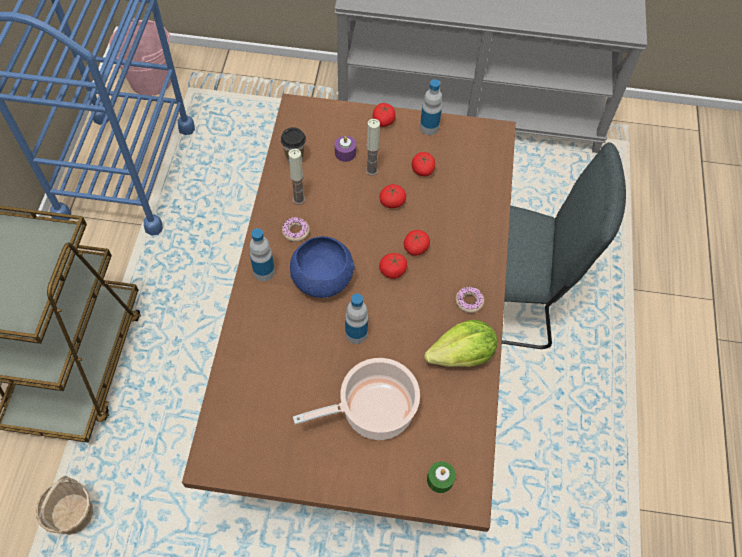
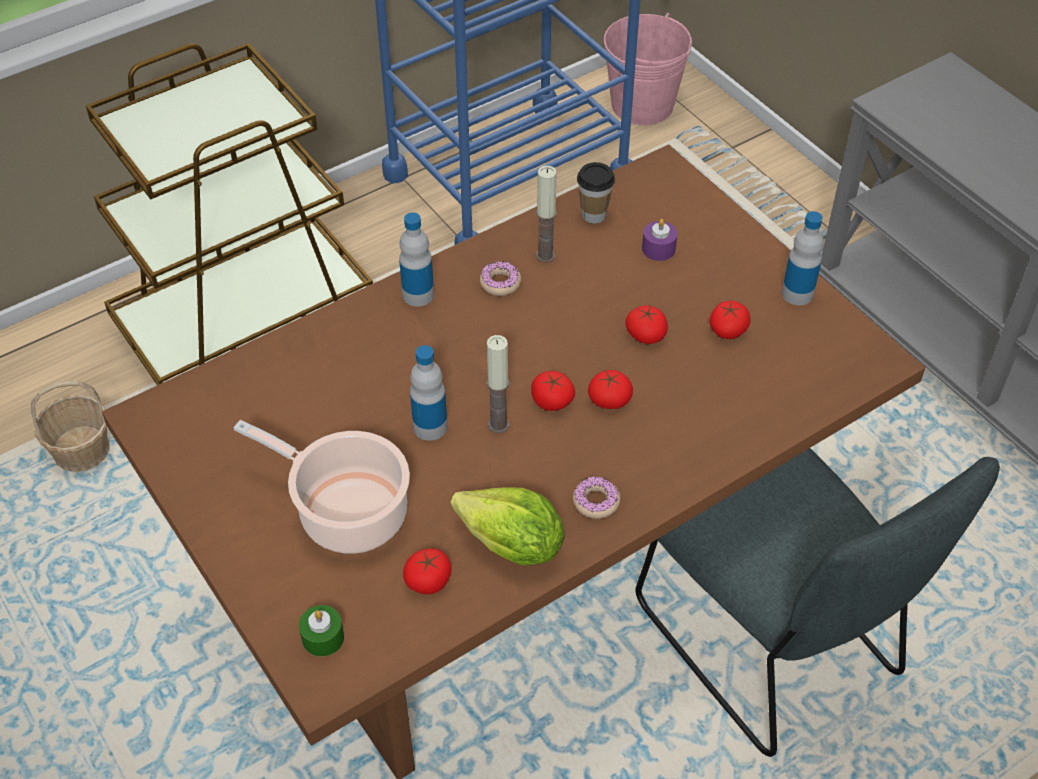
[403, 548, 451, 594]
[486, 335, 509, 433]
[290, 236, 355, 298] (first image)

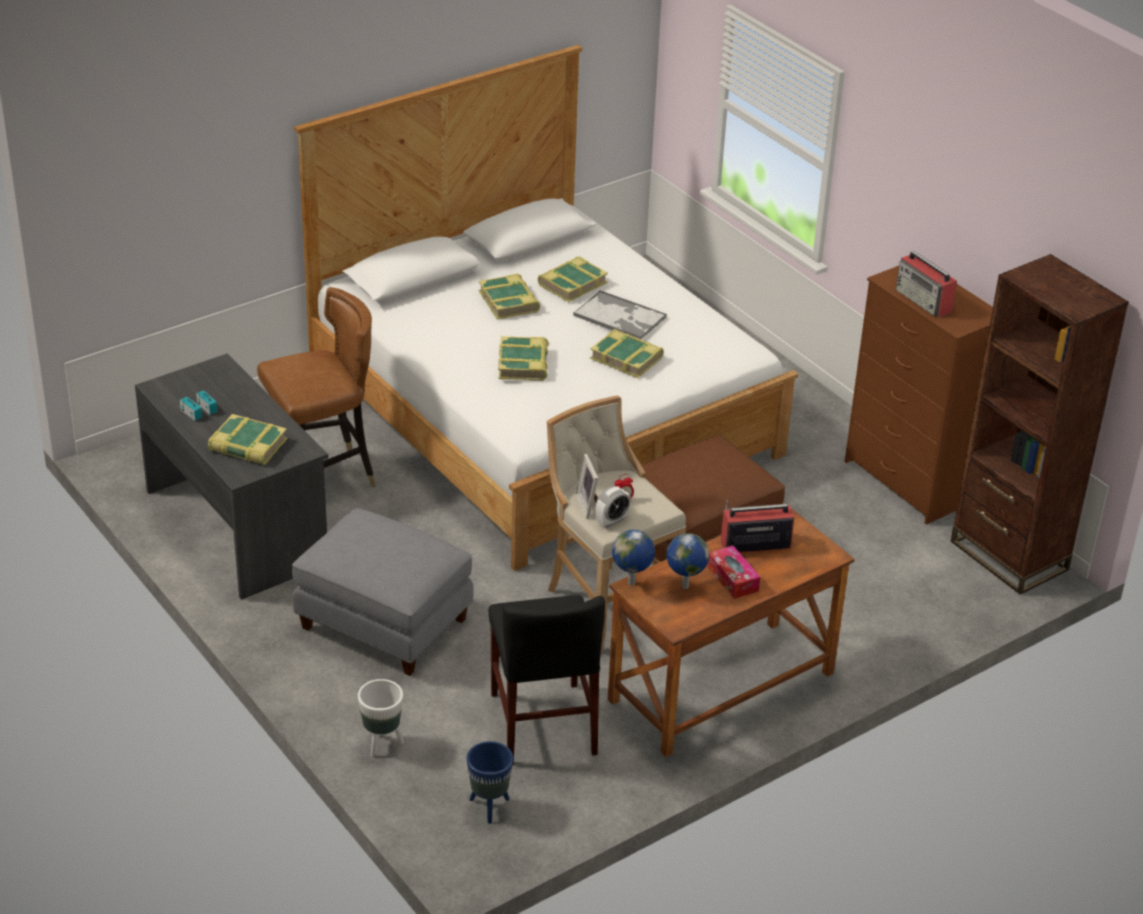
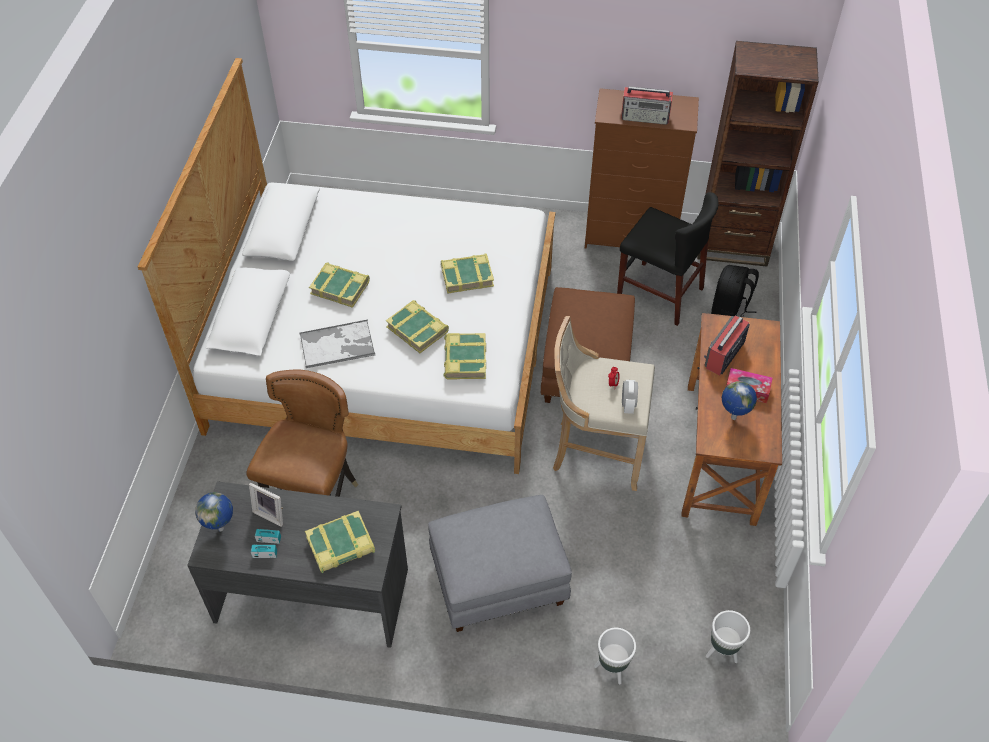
[195, 492, 233, 532]
[249, 482, 283, 527]
[299, 320, 375, 368]
[443, 333, 486, 380]
[617, 192, 718, 326]
[706, 610, 750, 663]
[711, 265, 759, 317]

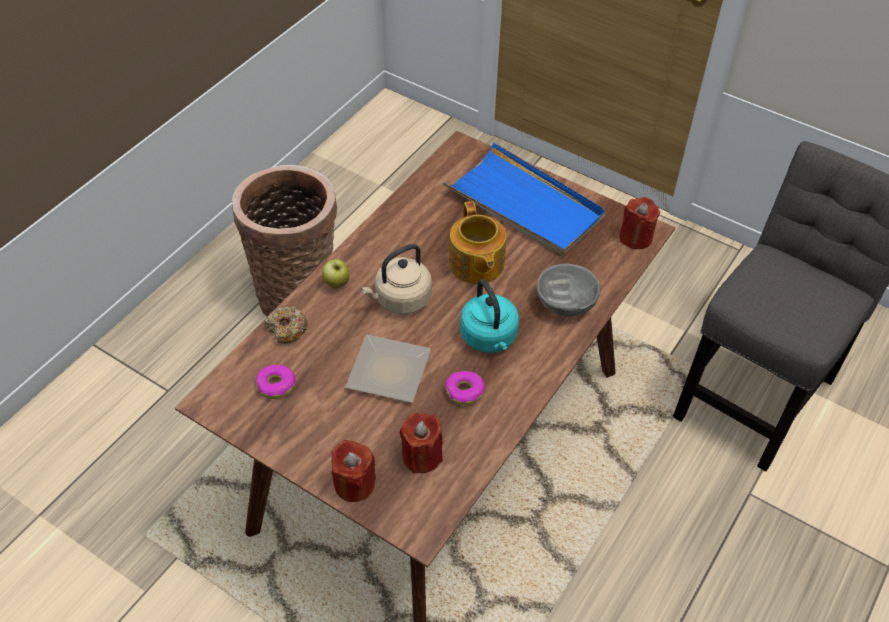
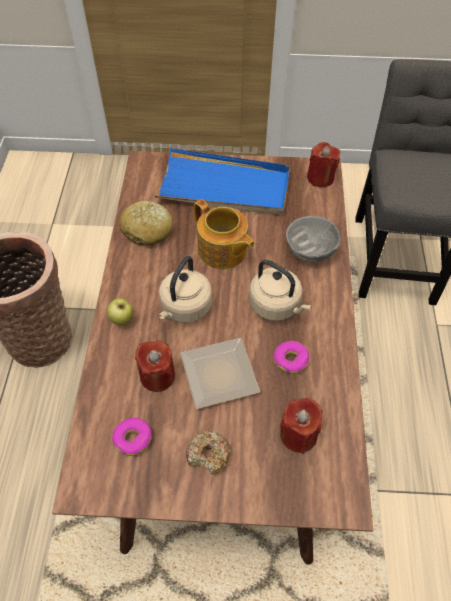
[119, 201, 173, 246]
[135, 340, 175, 392]
[186, 431, 230, 475]
[249, 260, 311, 321]

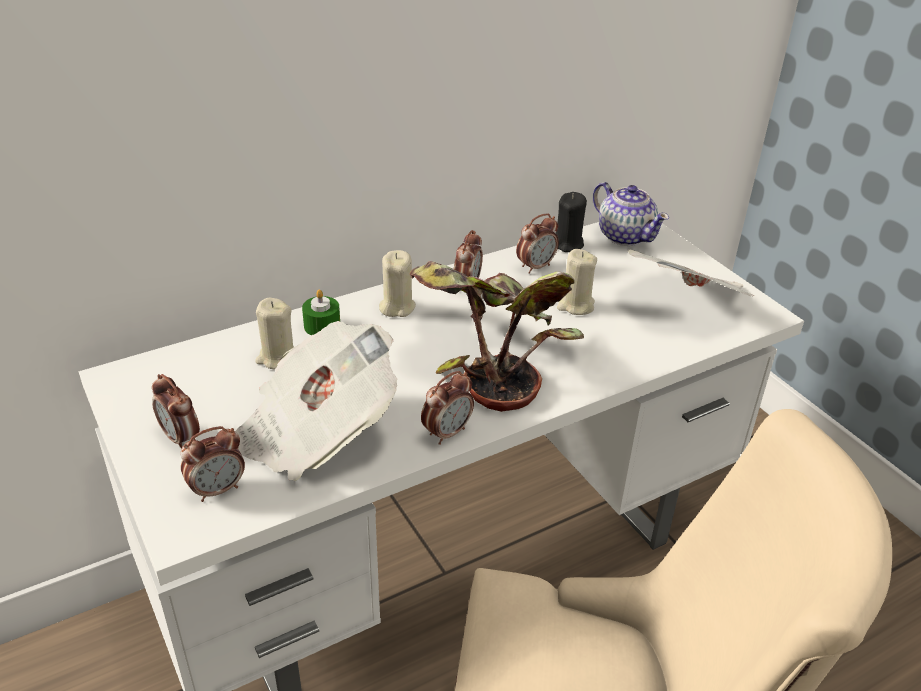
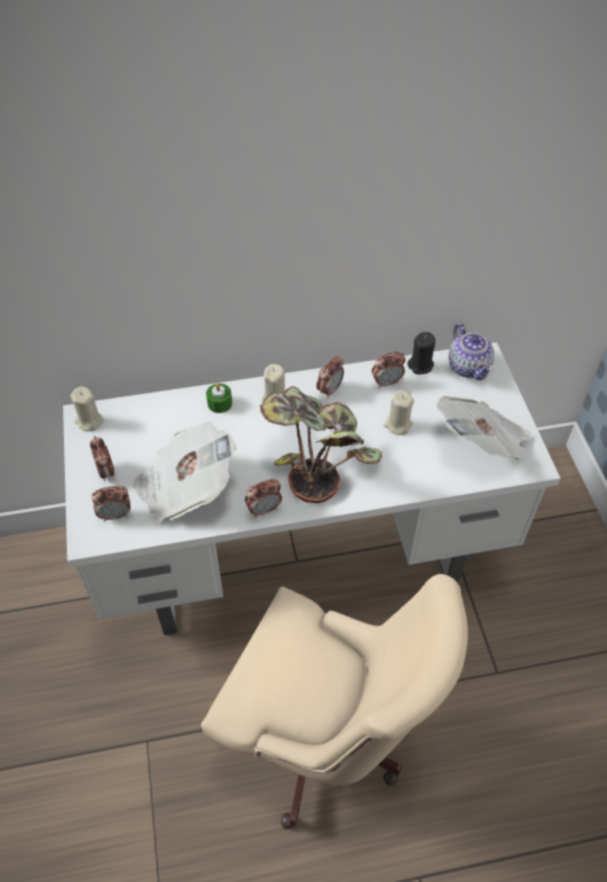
[70, 386, 104, 431]

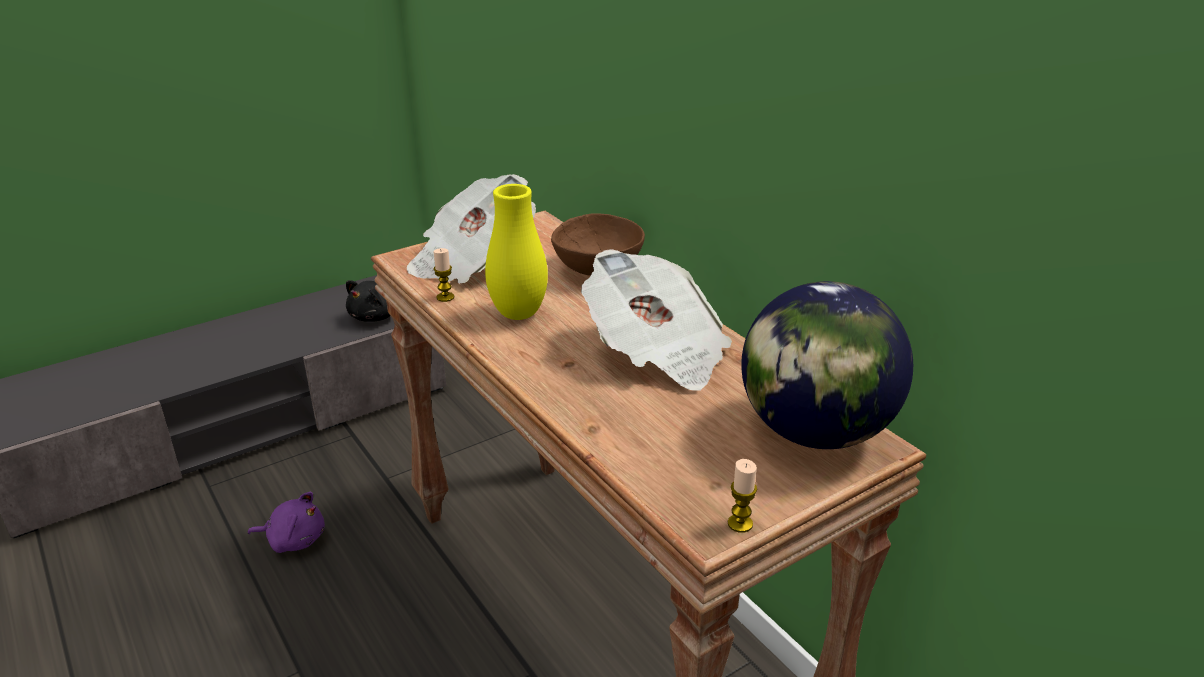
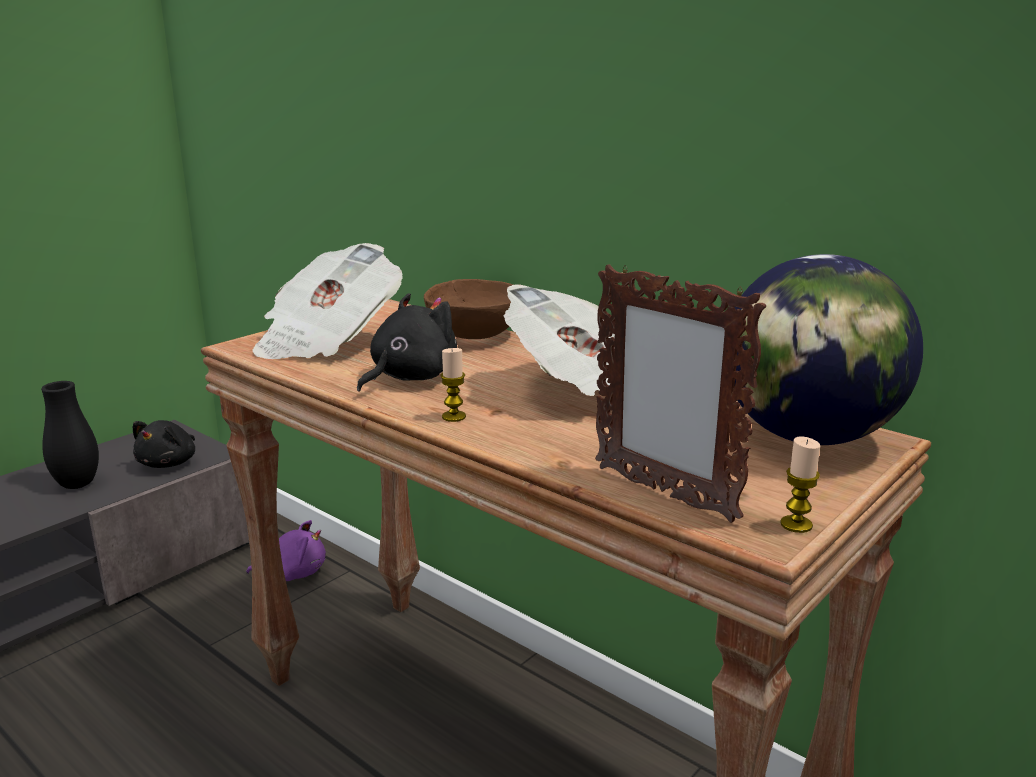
[41, 381, 99, 489]
[246, 520, 326, 581]
[357, 293, 457, 392]
[440, 348, 466, 422]
[595, 264, 766, 523]

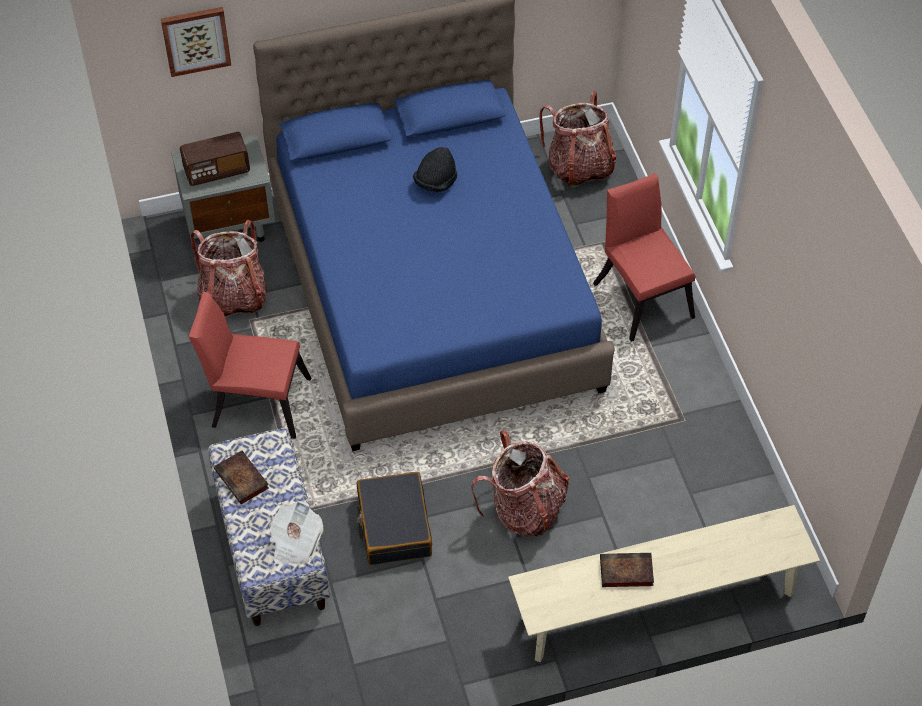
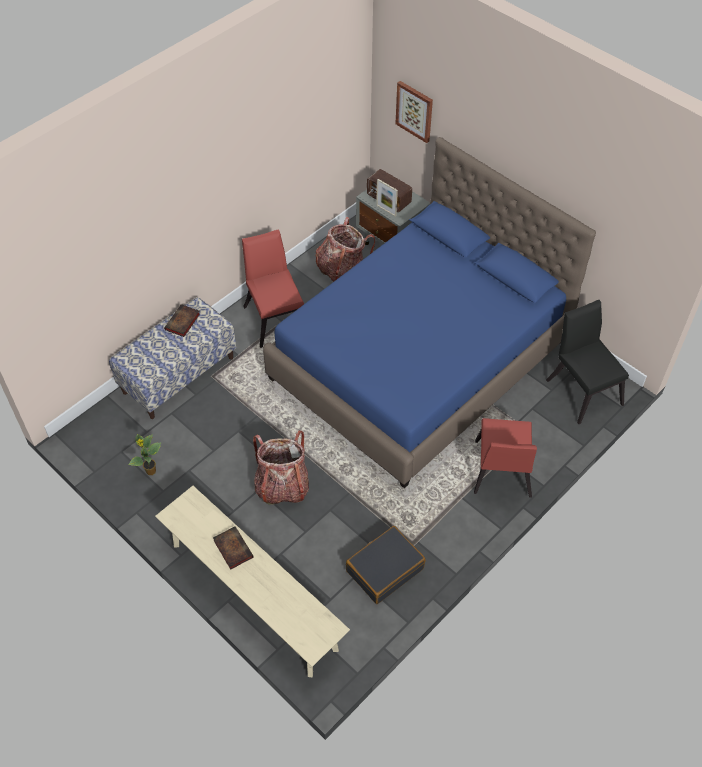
[128, 434, 161, 475]
[346, 526, 425, 604]
[376, 179, 398, 217]
[474, 418, 537, 498]
[546, 300, 629, 424]
[269, 501, 323, 565] (first image)
[413, 147, 457, 192] (first image)

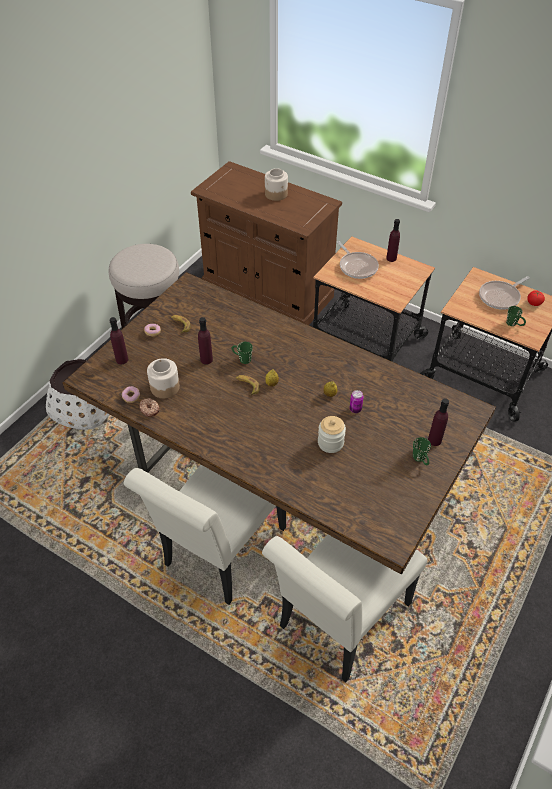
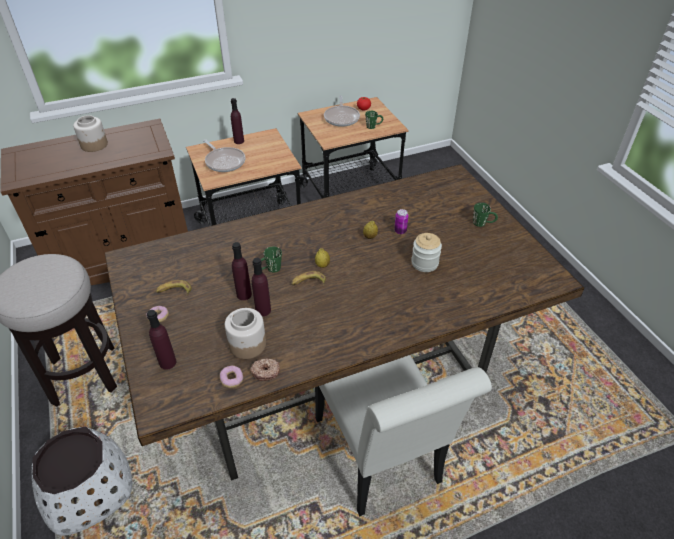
[203, 139, 245, 172]
[252, 258, 271, 316]
[262, 535, 427, 682] (first image)

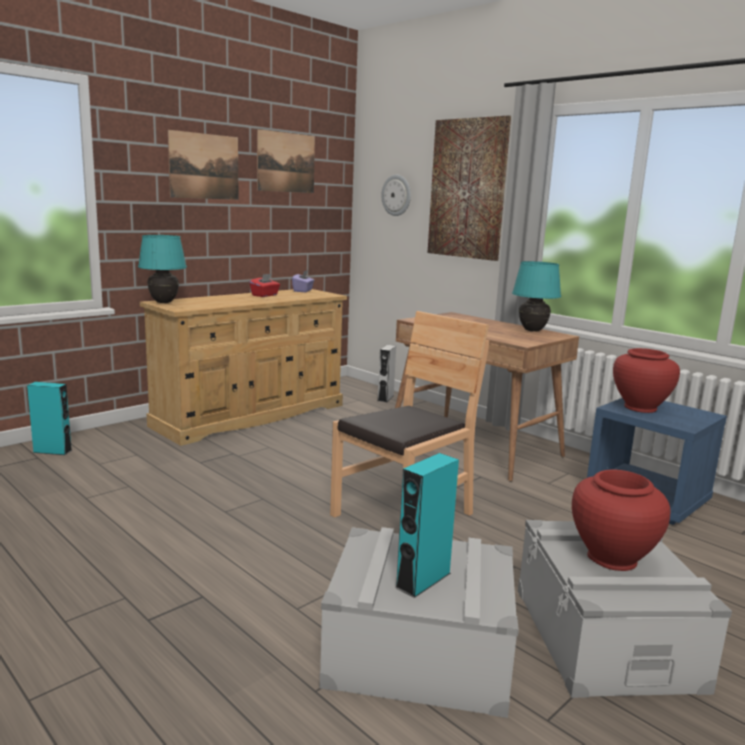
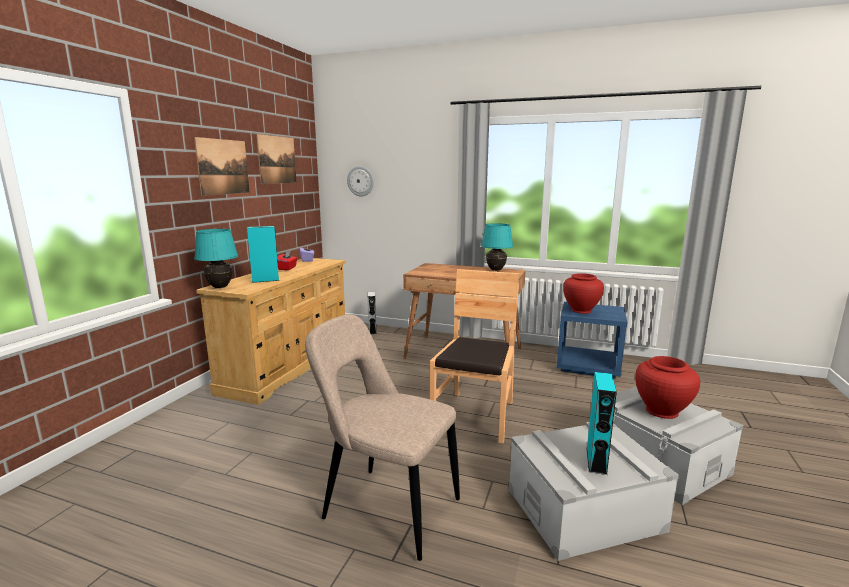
[247, 226, 279, 283]
[305, 314, 460, 561]
[428, 115, 511, 261] (first image)

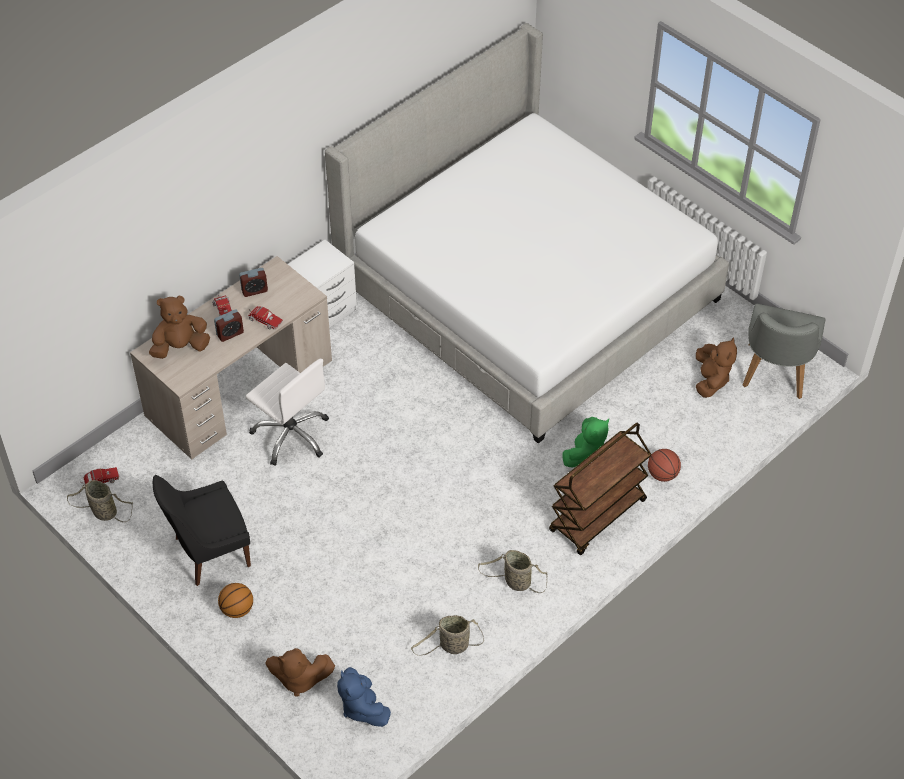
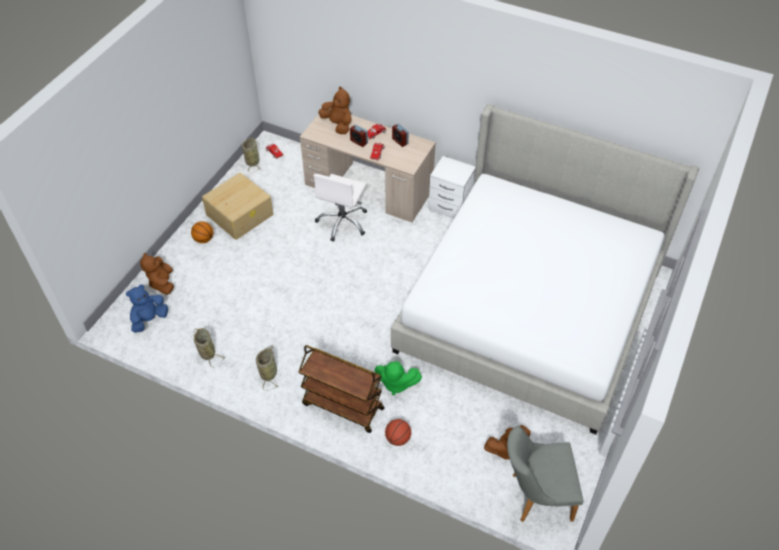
[202, 173, 273, 240]

